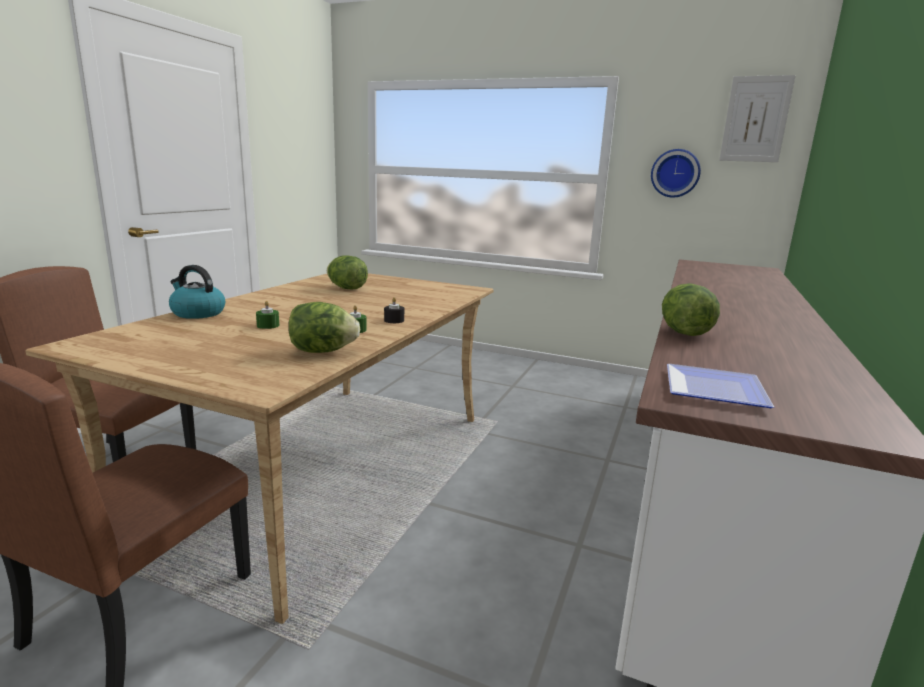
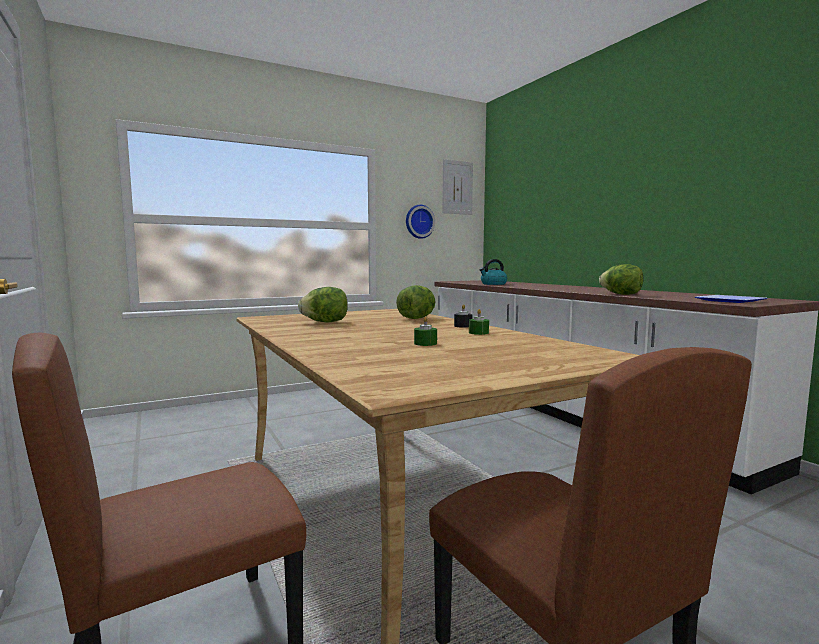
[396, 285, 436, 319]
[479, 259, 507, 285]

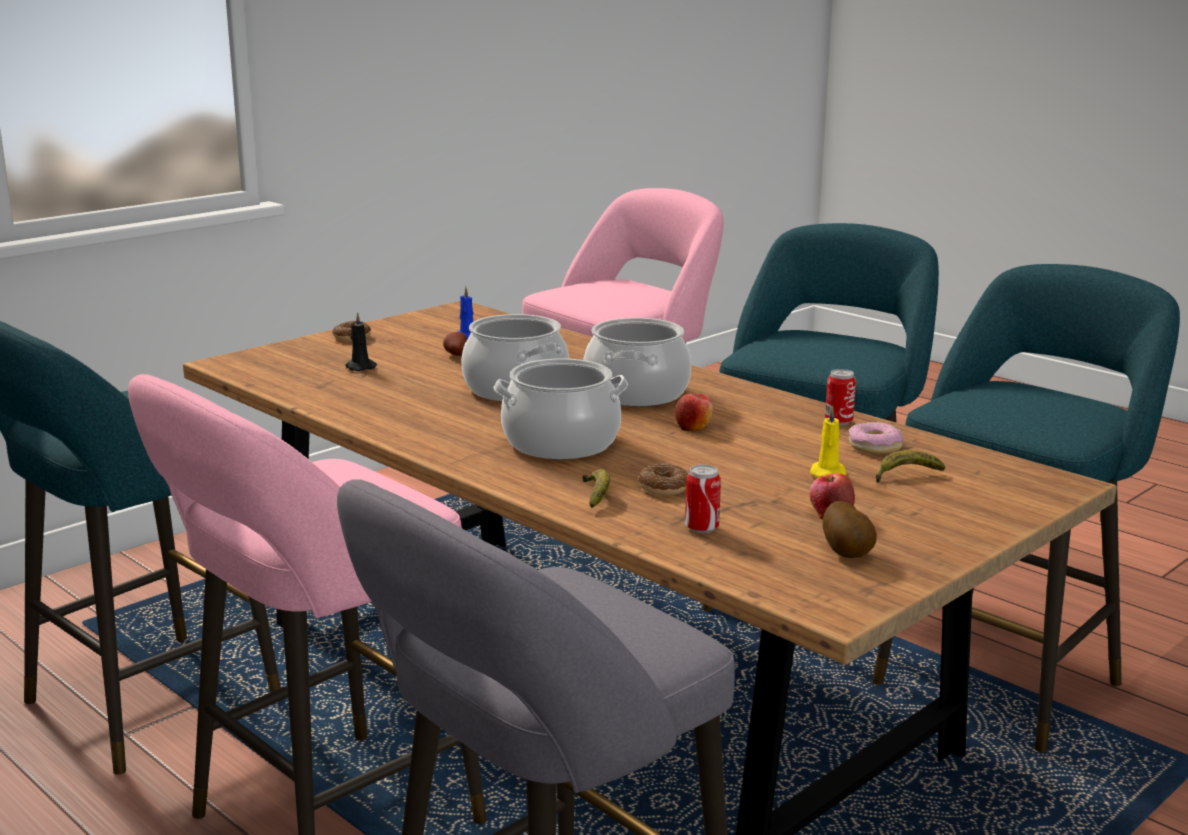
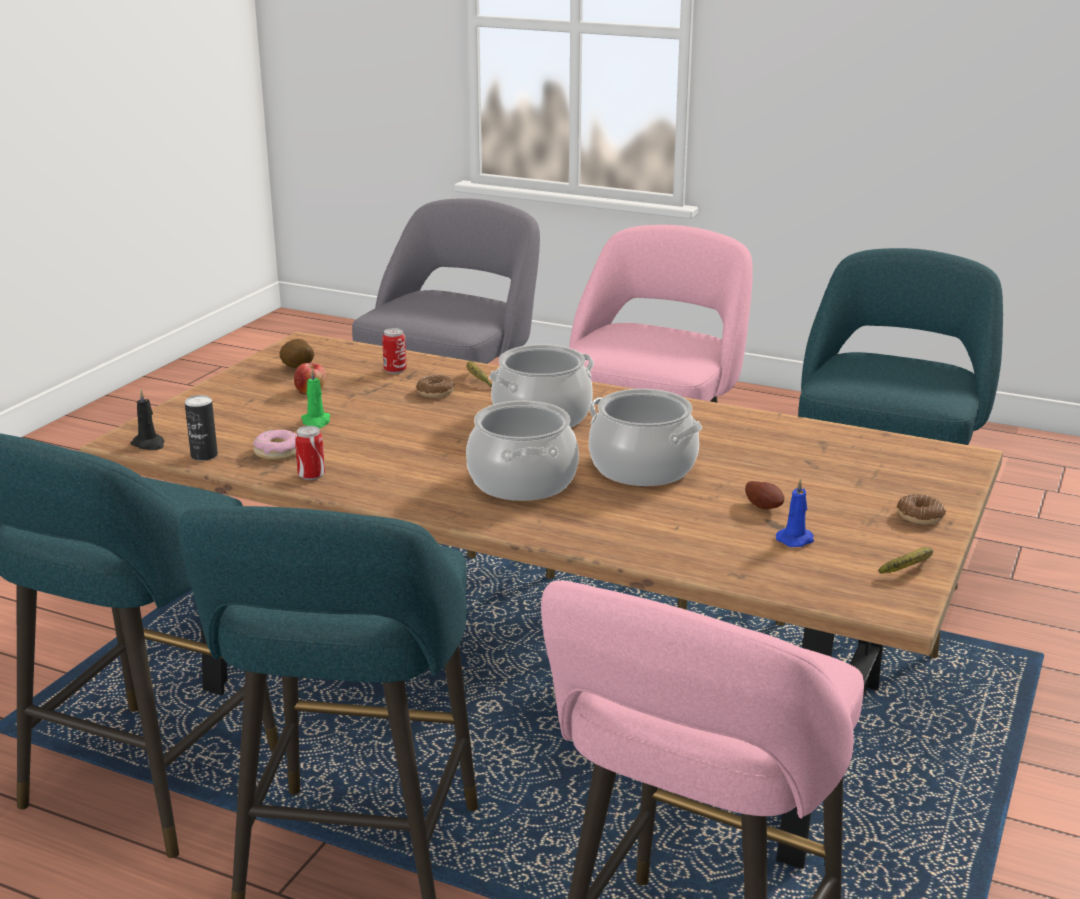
[131, 389, 164, 450]
[185, 395, 218, 461]
[301, 368, 330, 428]
[879, 547, 933, 574]
[675, 394, 714, 431] (first image)

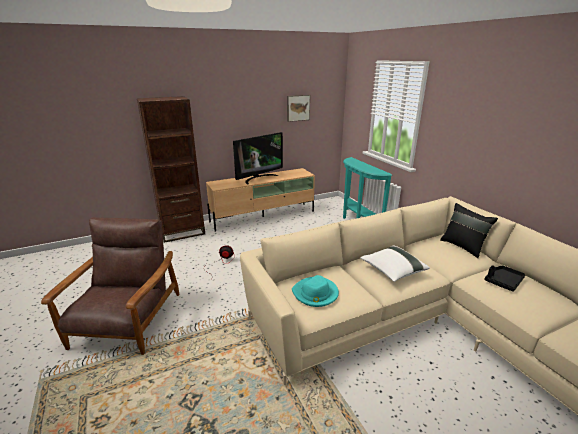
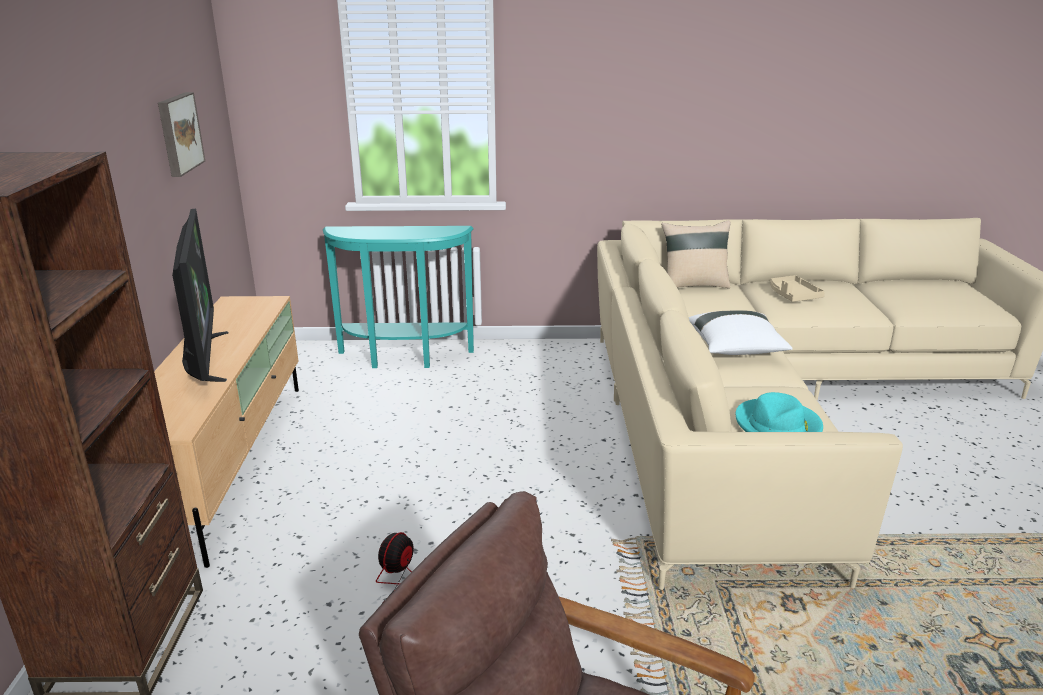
[661, 220, 731, 288]
[770, 275, 825, 302]

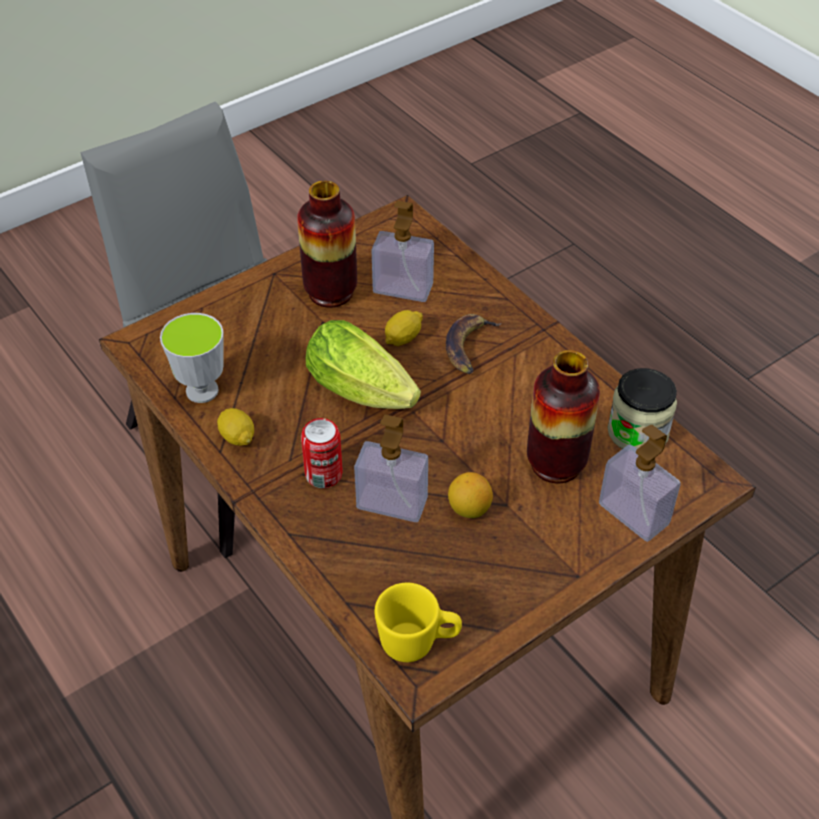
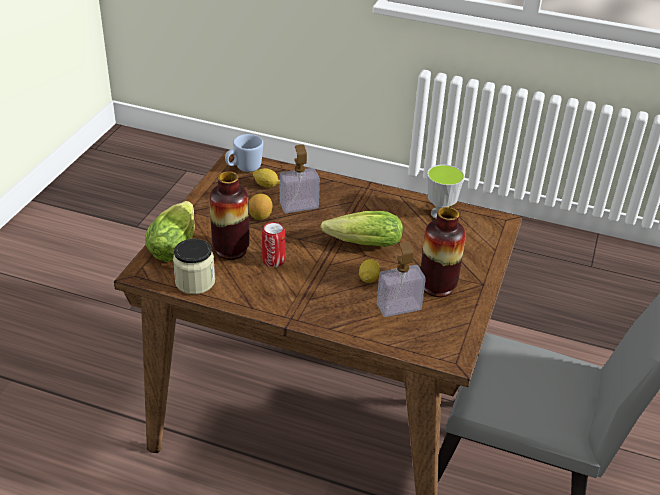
[145, 201, 195, 262]
[225, 134, 263, 172]
[252, 168, 280, 188]
[262, 222, 285, 267]
[446, 314, 502, 374] (first image)

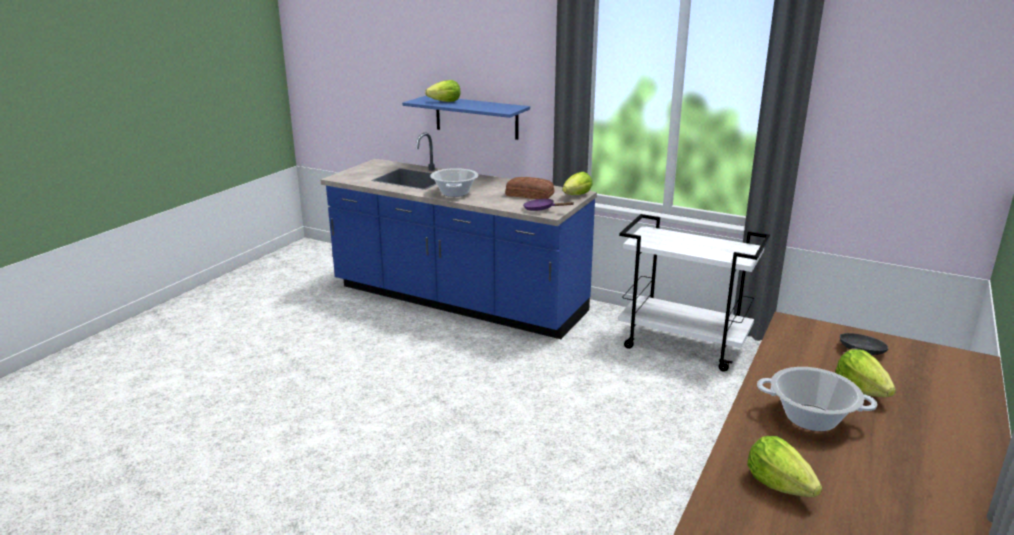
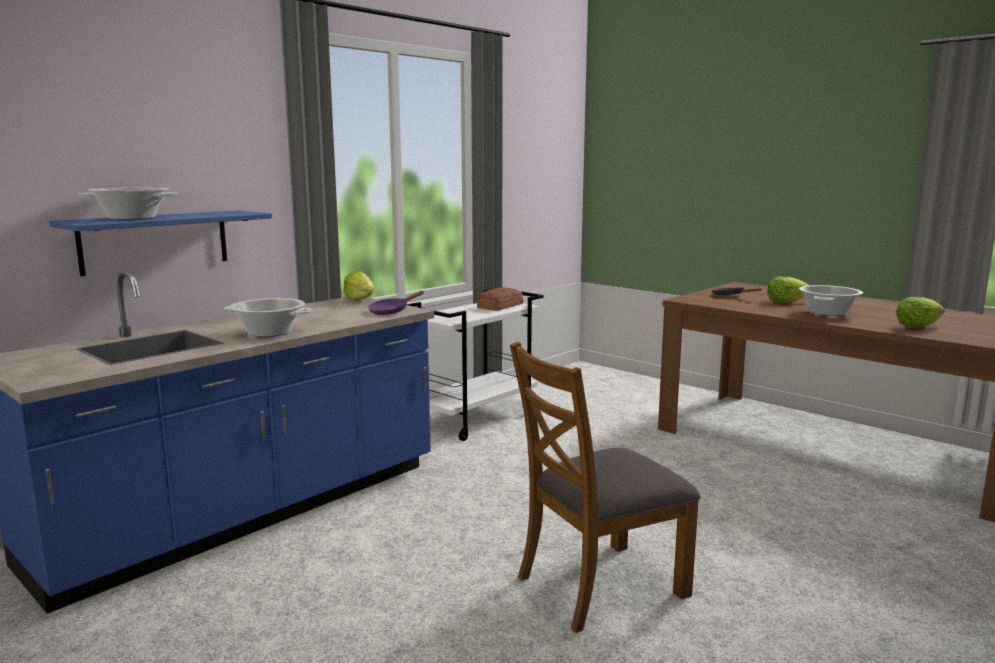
[79, 188, 179, 220]
[477, 287, 523, 311]
[510, 342, 700, 633]

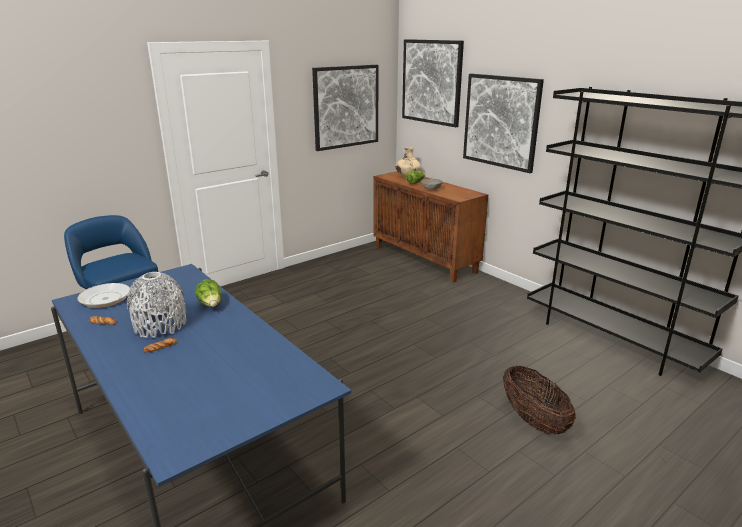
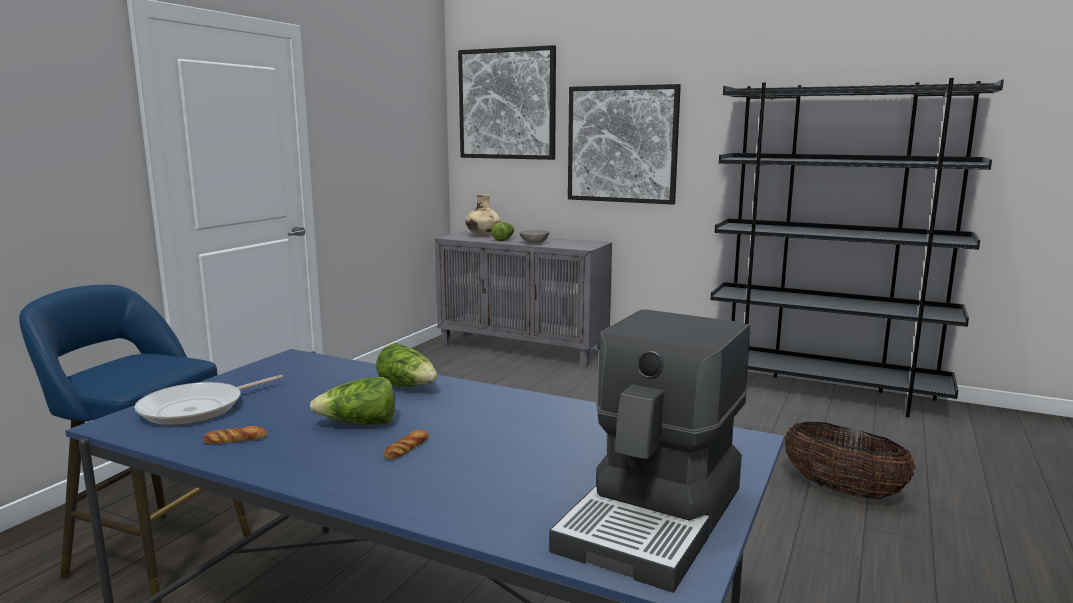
[310, 377, 395, 425]
[435, 232, 612, 368]
[549, 309, 750, 593]
[312, 65, 379, 151] (first image)

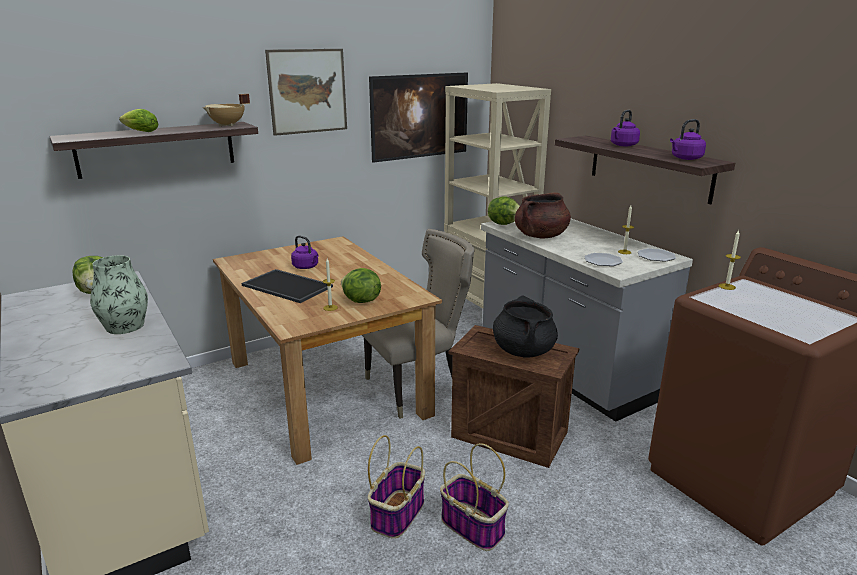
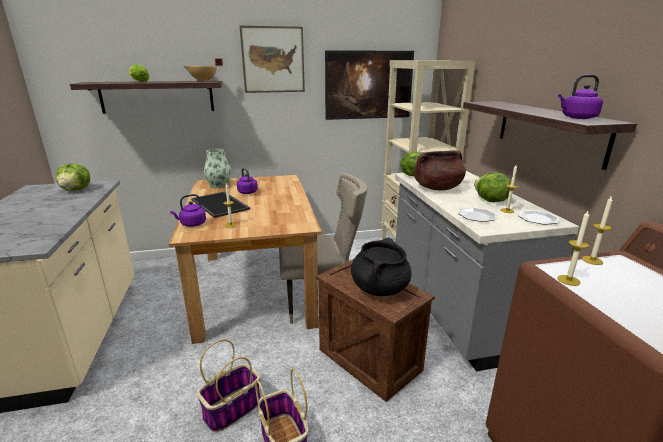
[170, 194, 206, 227]
[204, 149, 231, 188]
[474, 173, 511, 202]
[557, 211, 589, 286]

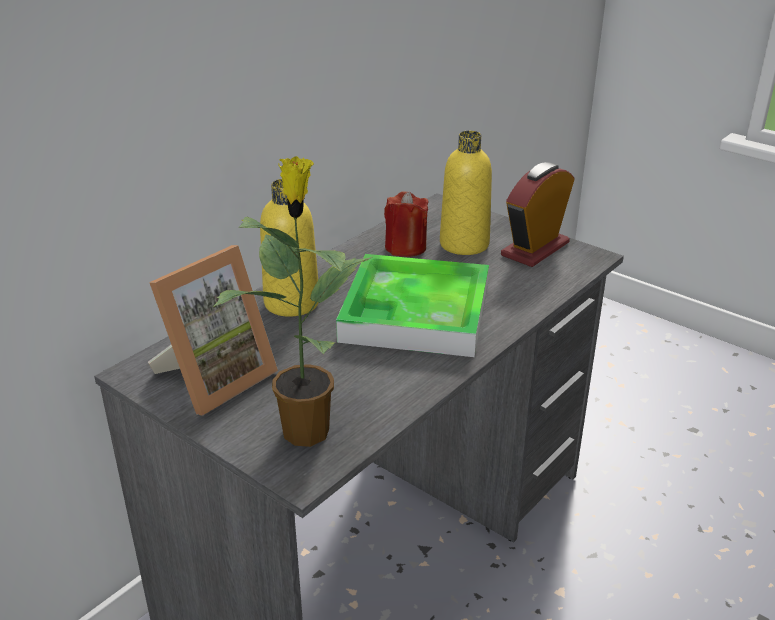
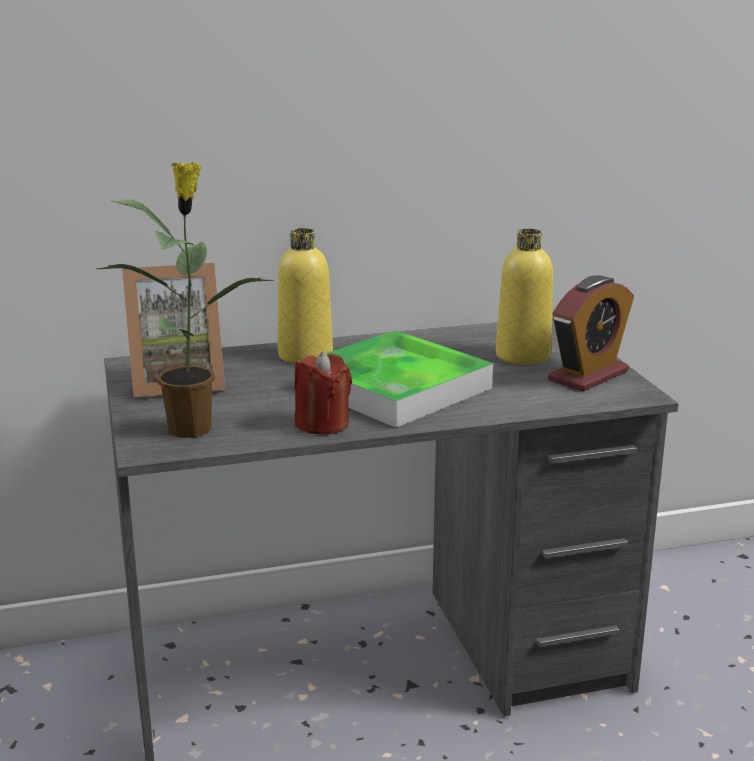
[294, 352, 352, 435]
[548, 275, 634, 391]

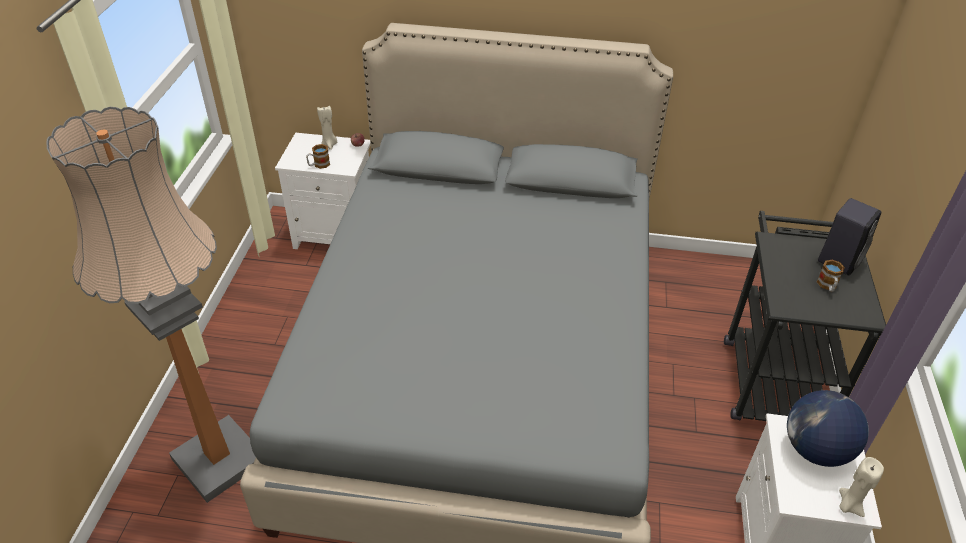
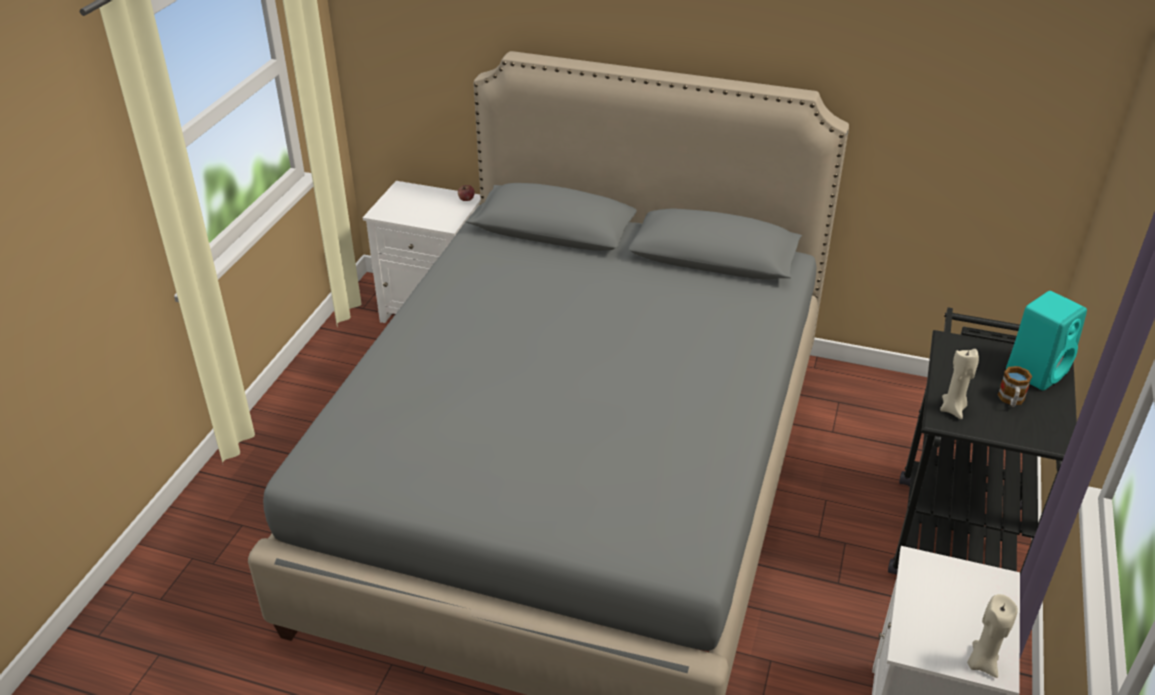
[940, 349, 979, 419]
[1006, 291, 1087, 391]
[46, 107, 256, 503] (first image)
[306, 144, 330, 169] (first image)
[787, 390, 869, 467] (first image)

